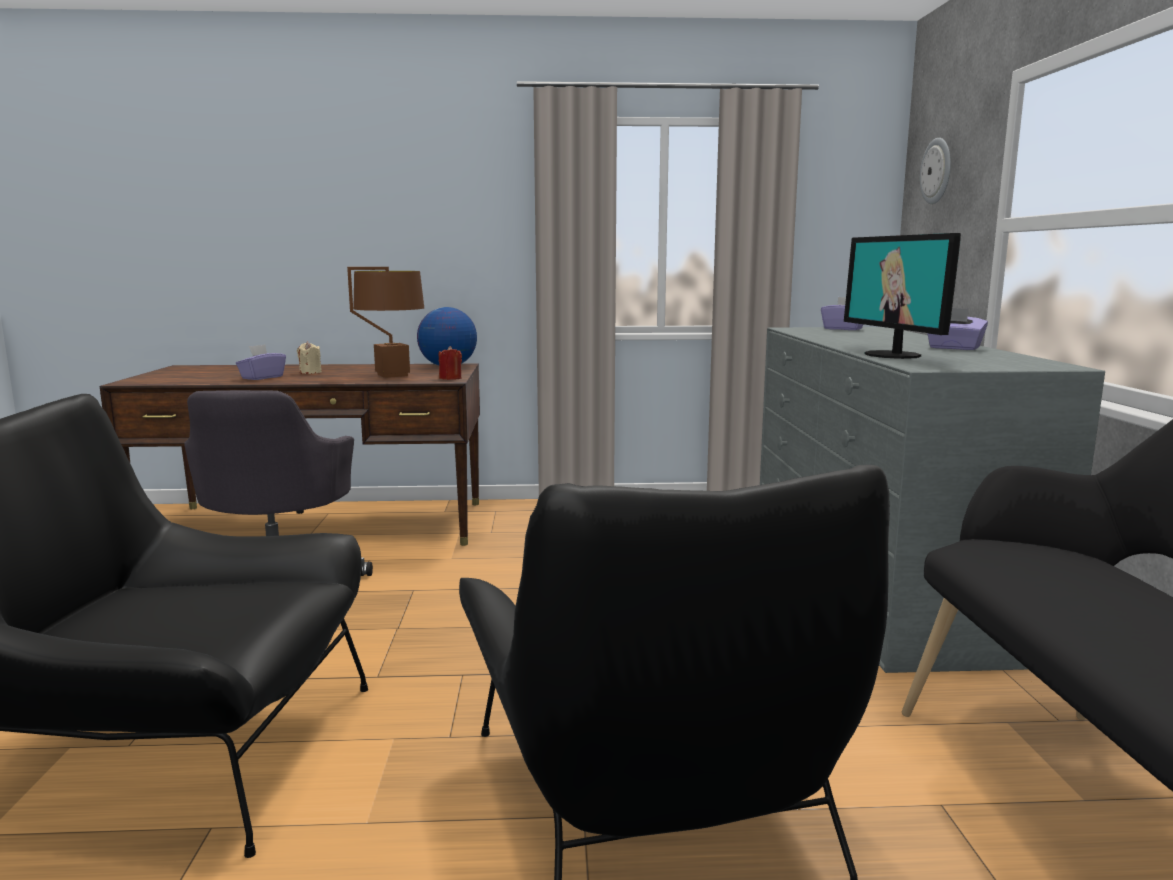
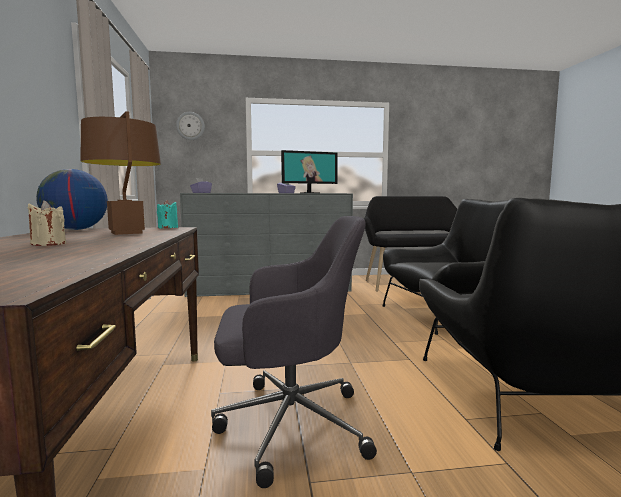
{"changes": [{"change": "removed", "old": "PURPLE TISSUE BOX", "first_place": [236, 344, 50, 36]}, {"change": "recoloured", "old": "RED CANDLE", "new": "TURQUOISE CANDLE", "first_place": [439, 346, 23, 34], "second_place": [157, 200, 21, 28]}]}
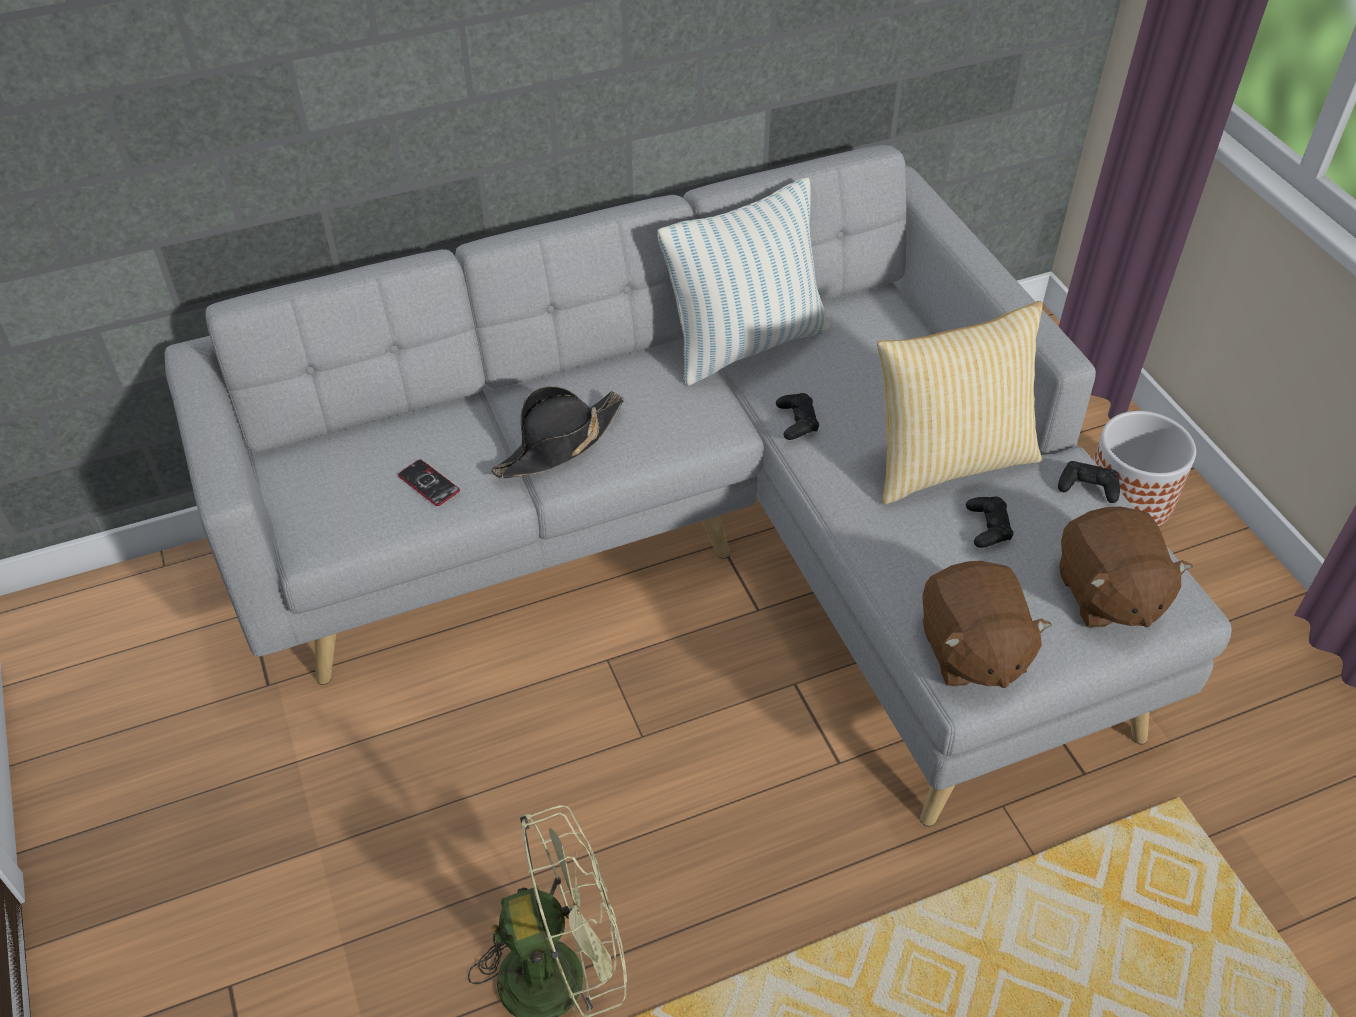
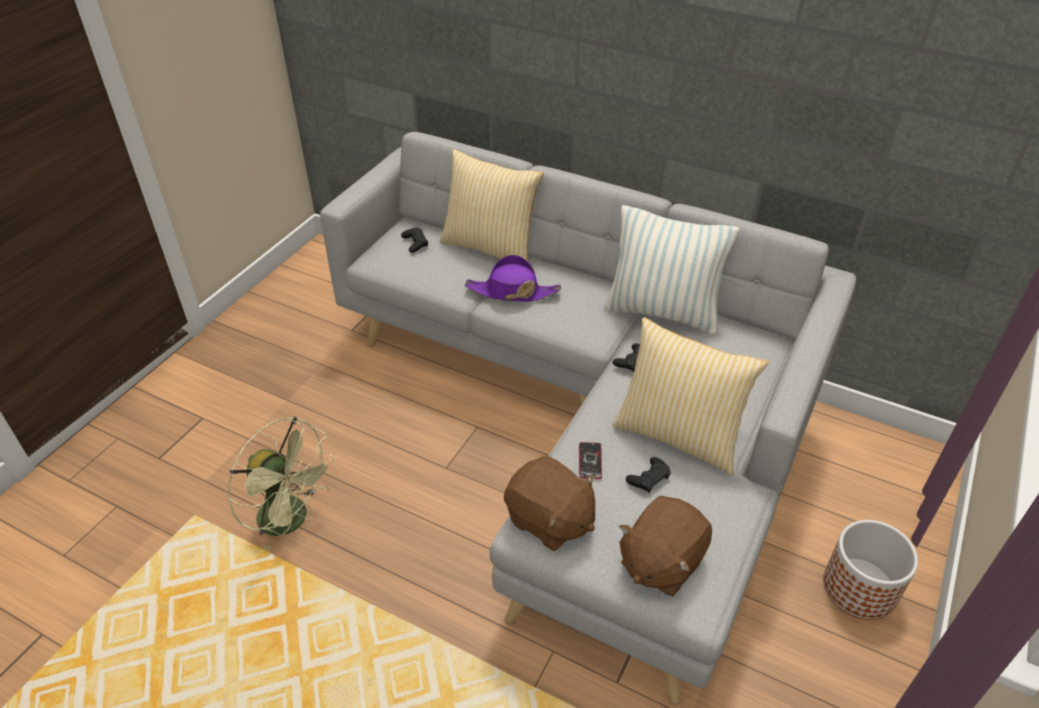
{"changes": [{"change": "recoloured", "old": "BLACK HAT", "new": "PURPLE HAT", "first_place": [491, 386, 133, 92], "second_place": [465, 255, 96, 47]}, {"change": "moved", "old": "PHONE", "first_place": [398, 459, 62, 47], "second_place": [579, 442, 23, 37]}, {"change": "moved", "old": "BLACK GAME CONTROLLER", "first_place": [1058, 461, 62, 42], "second_place": [401, 227, 27, 26]}, {"change": "turned", "old": "BROWN PLUSH TOY", "first_place": [922, 561, 130, 127], "second_place": [504, 456, 92, 95], "degrees": -90}, {"change": "added", "new": "PILLOW", "second_place": [440, 149, 104, 112]}]}
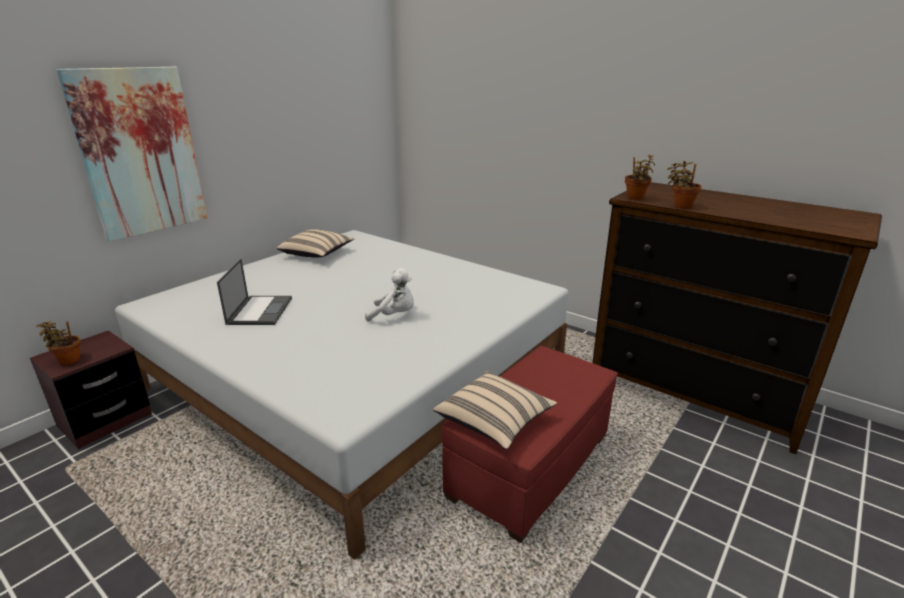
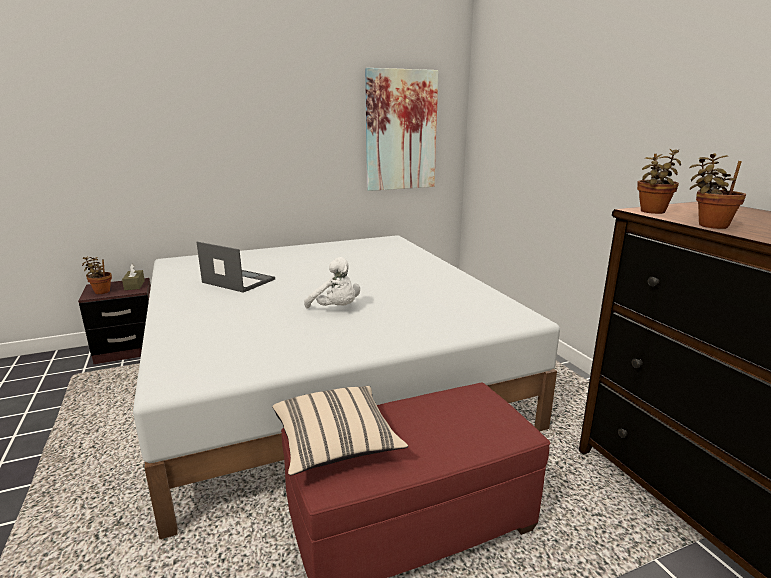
{"changes": [{"change": "moved", "old": "PICTURE", "first_place": [57, 67, 151, 175], "second_place": [365, 68, 74, 123]}, {"change": "removed", "old": "BEIGE PILLOW", "first_place": [277, 229, 77, 29]}, {"change": "turned", "old": "LAPTOP", "first_place": [217, 259, 75, 66], "second_place": [196, 242, 79, 51], "degrees": -90}, {"change": "added", "new": "BROWN TISSUE BOX", "second_place": [122, 264, 23, 26]}]}
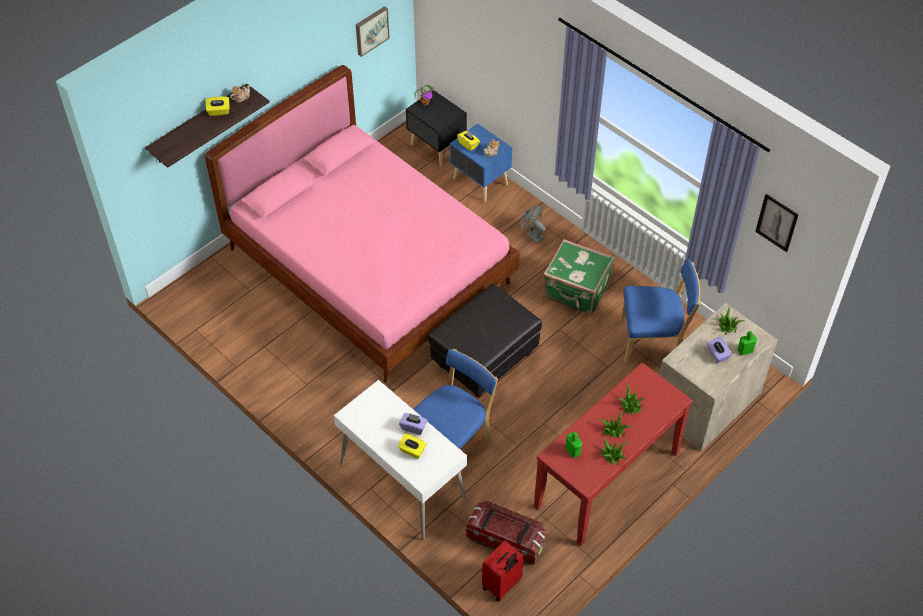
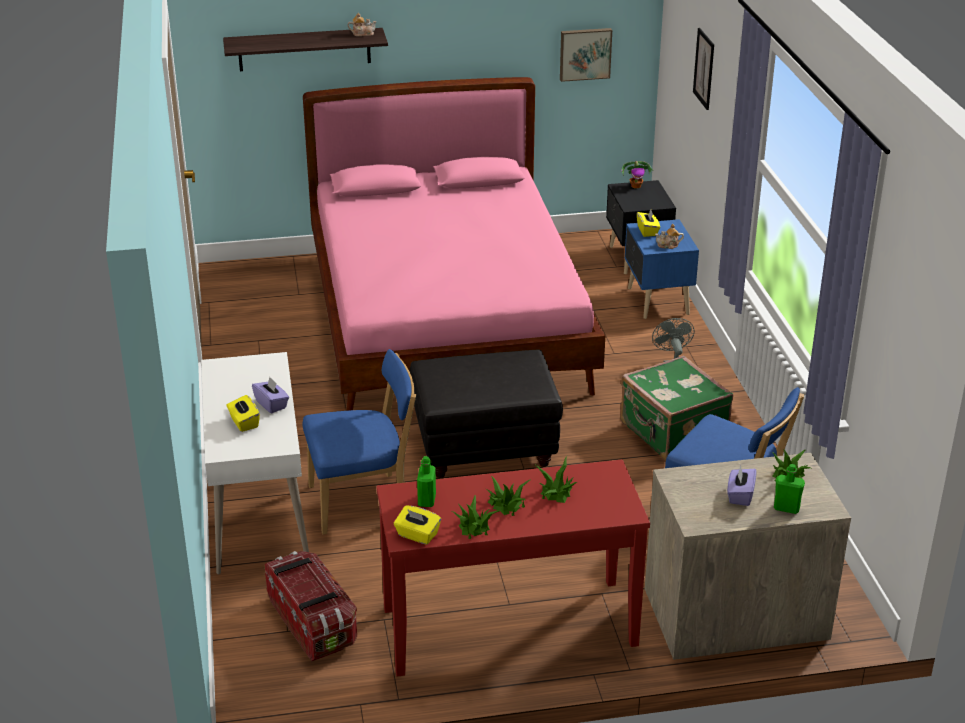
{"changes": [{"change": "moved", "old": "YELLOW TISSUE BOX", "first_place": [205, 96, 25, 20], "second_place": [394, 506, 47, 39]}, {"change": "moved", "old": "PICTURE", "first_place": [755, 194, 44, 58], "second_place": [693, 28, 21, 82]}, {"change": "removed", "old": "RED SUITCASE", "first_place": [482, 540, 42, 62]}]}
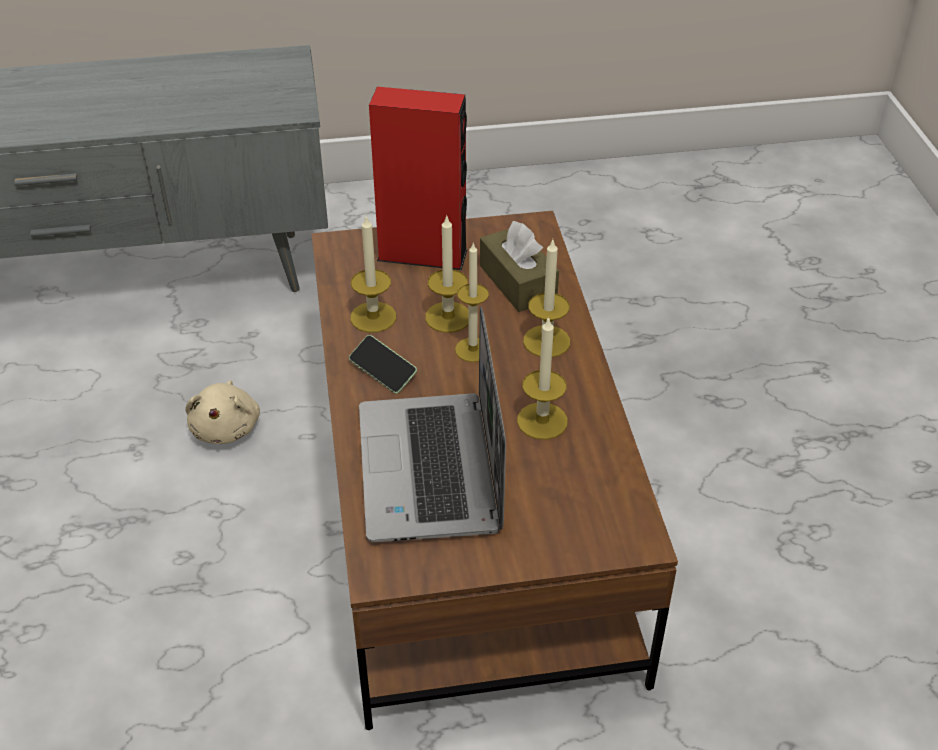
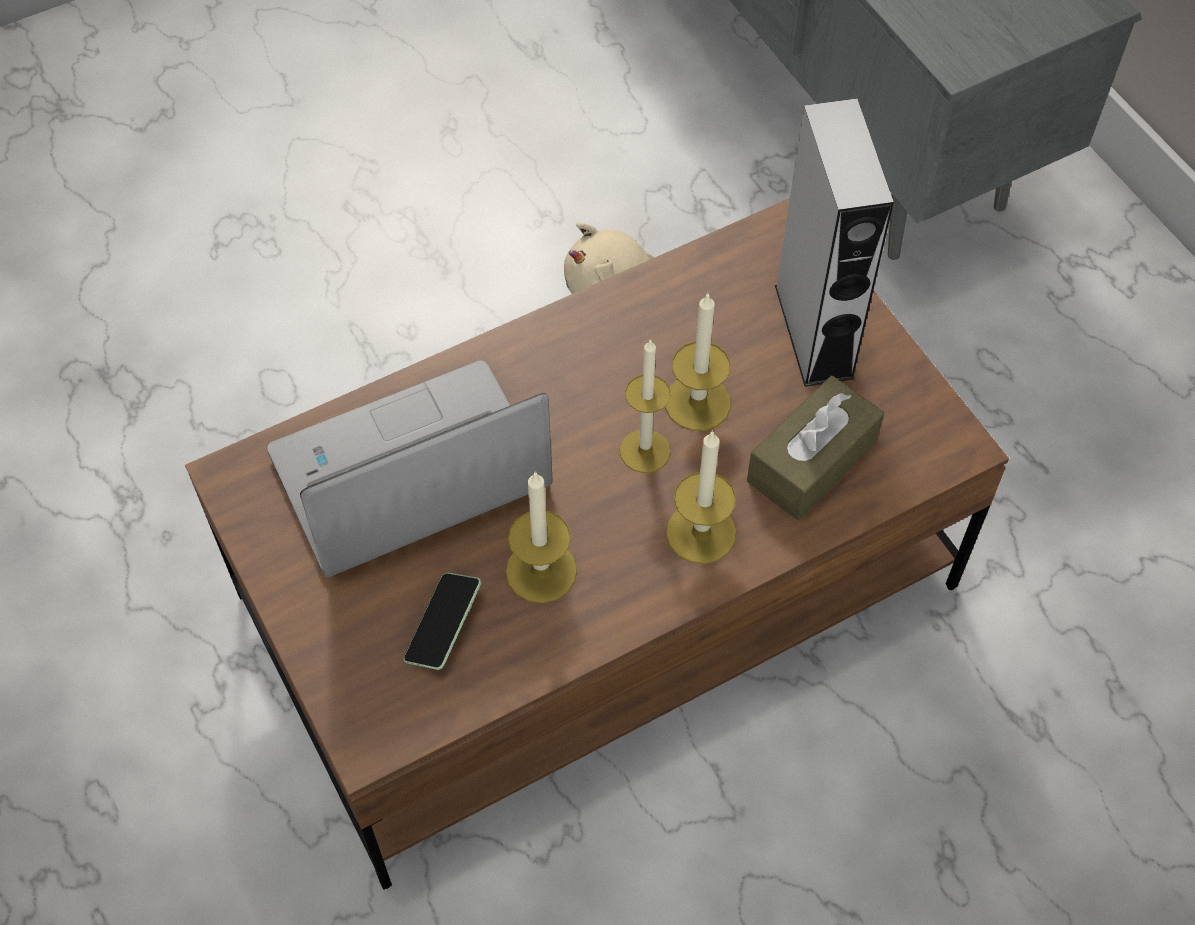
{"changes": [{"change": "recoloured", "old": "RED SPEAKER", "new": "GREY SPEAKER", "first_place": [369, 87, 99, 183], "second_place": [775, 98, 119, 289]}, {"change": "removed", "old": "CANDLE", "first_place": [350, 216, 46, 117]}, {"change": "moved", "old": "PHONE", "first_place": [349, 335, 68, 59], "second_place": [404, 573, 77, 97]}]}
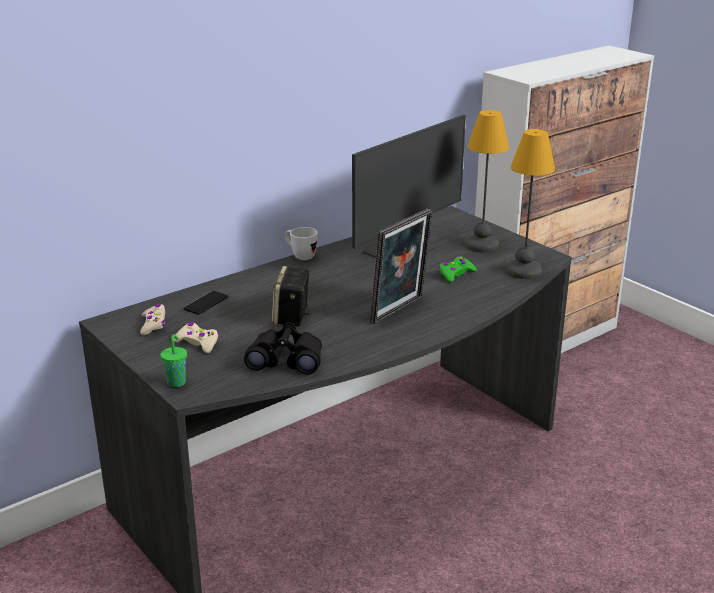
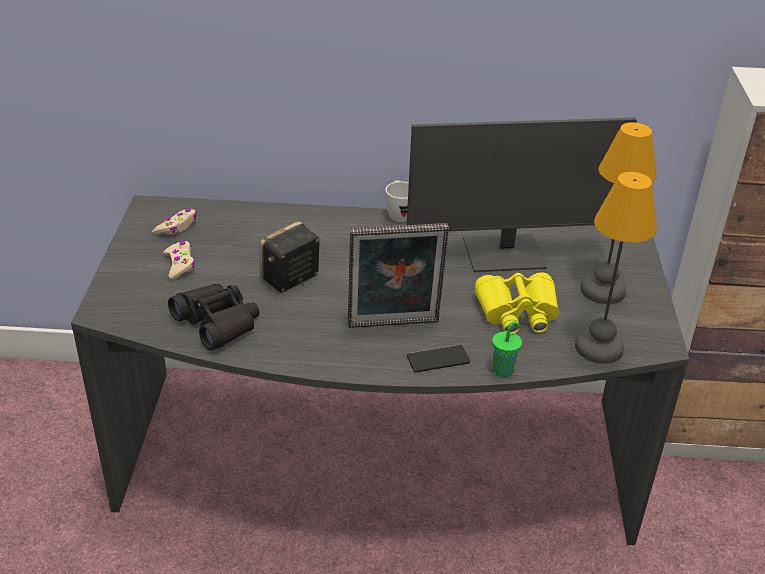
{"changes": [{"change": "replaced", "old": "GREEN GAME CONTROLLER", "new": "YELLOW BINOCULARS", "first_place": [439, 256, 38, 27], "second_place": [475, 272, 84, 61]}, {"change": "moved", "old": "PHONE", "first_place": [184, 291, 44, 23], "second_place": [407, 345, 63, 27]}, {"change": "moved", "old": "GREEN CUP", "first_place": [160, 334, 27, 53], "second_place": [492, 321, 30, 56]}]}
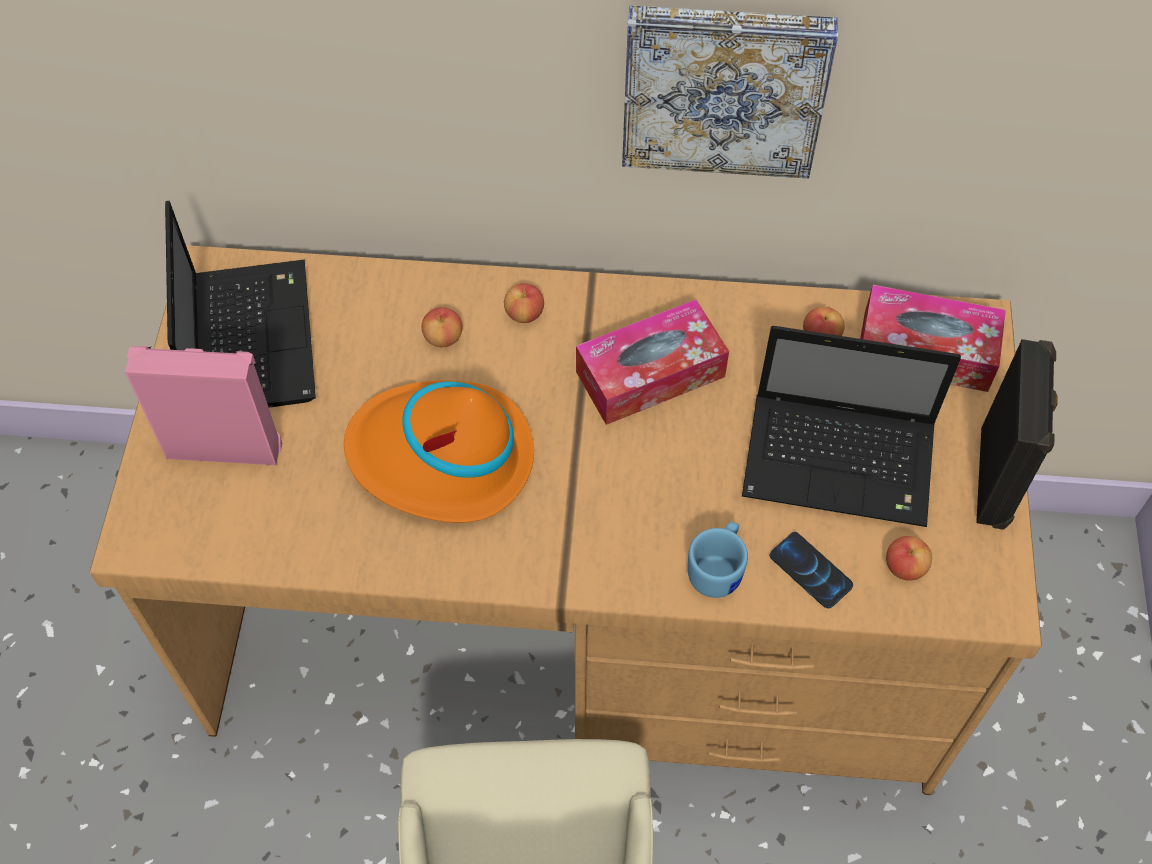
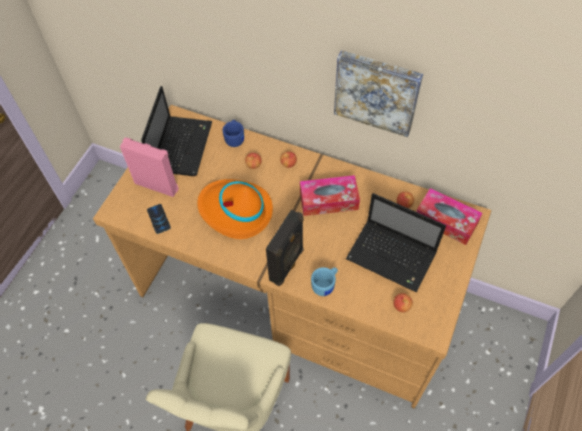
{"changes": [{"change": "moved", "old": "BLACK SPEAKER", "first_place": [976, 339, 82, 191], "second_place": [266, 209, 38, 77]}, {"change": "moved", "old": "PHONE", "first_place": [769, 532, 84, 77], "second_place": [147, 204, 24, 30]}, {"change": "added", "new": "BLUE MUG", "second_place": [223, 120, 21, 27]}]}
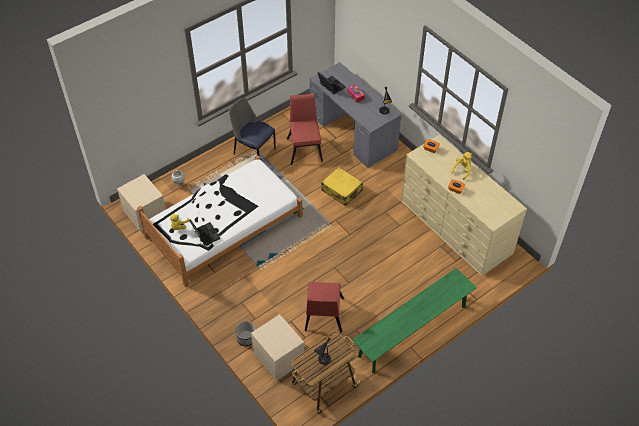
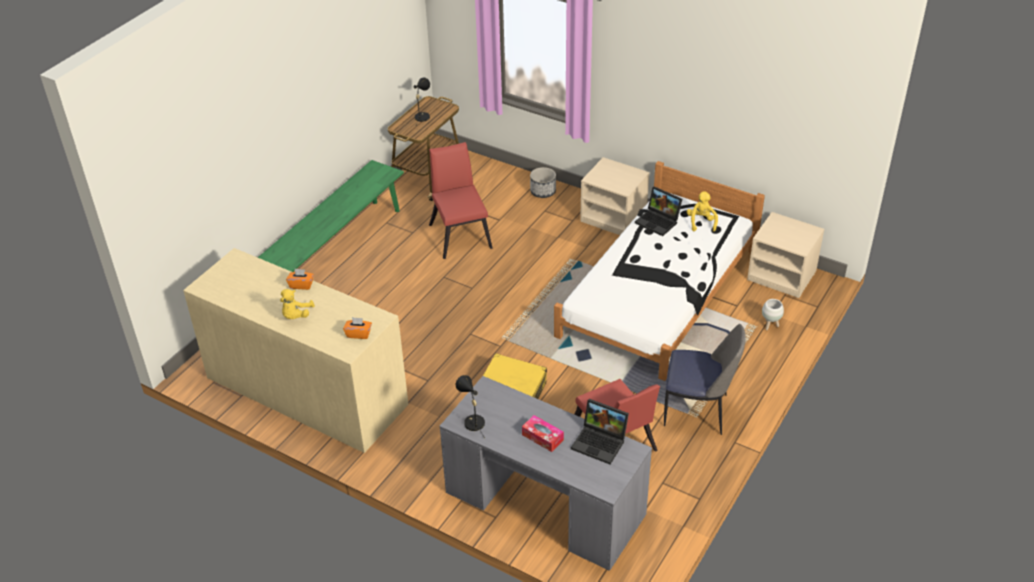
{"changes": [{"change": "moved", "old": "BEIGE NIGHTSTAND", "first_place": [251, 314, 53, 67], "second_place": [580, 157, 69, 78]}]}
